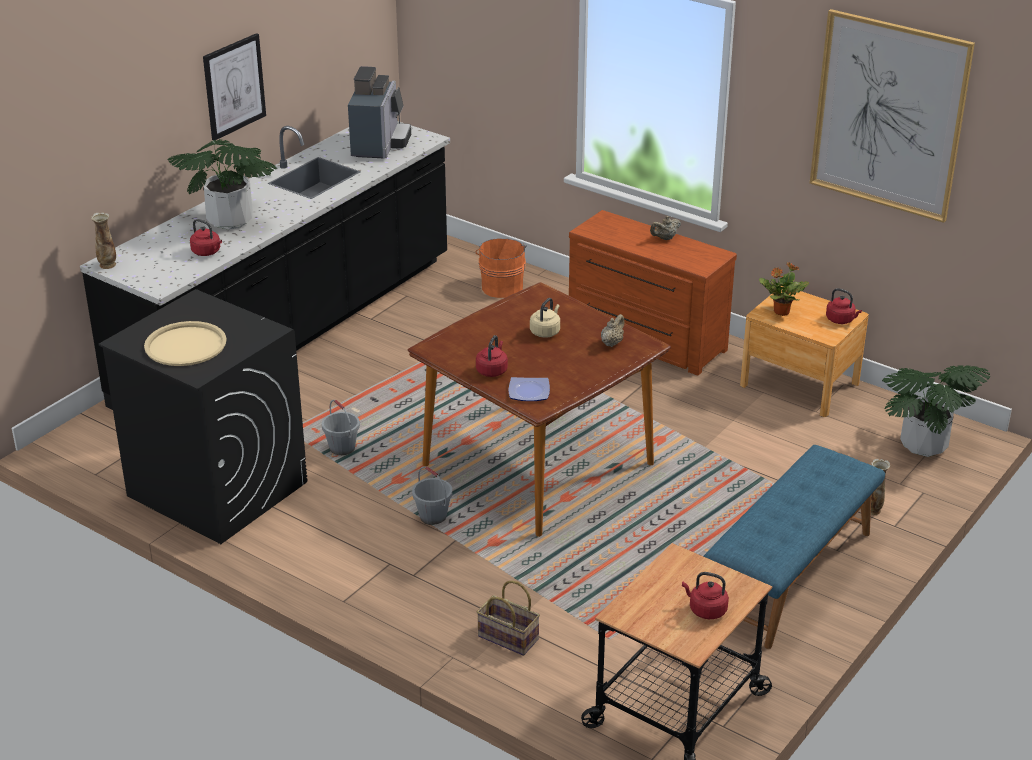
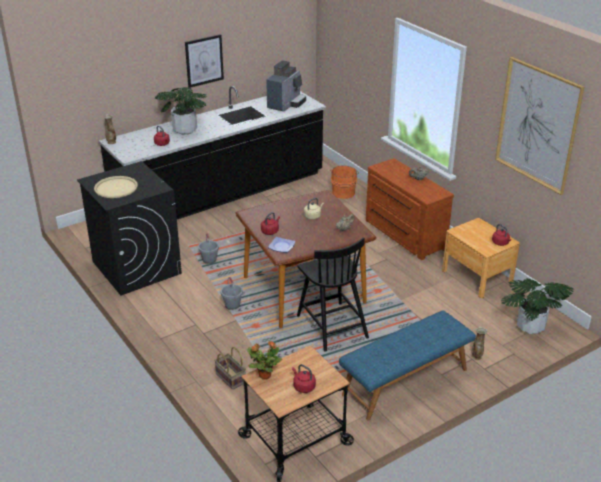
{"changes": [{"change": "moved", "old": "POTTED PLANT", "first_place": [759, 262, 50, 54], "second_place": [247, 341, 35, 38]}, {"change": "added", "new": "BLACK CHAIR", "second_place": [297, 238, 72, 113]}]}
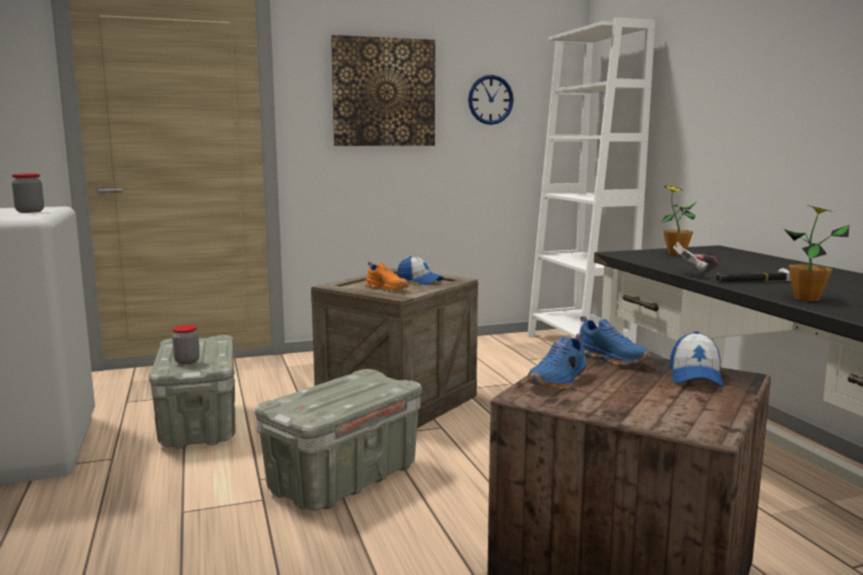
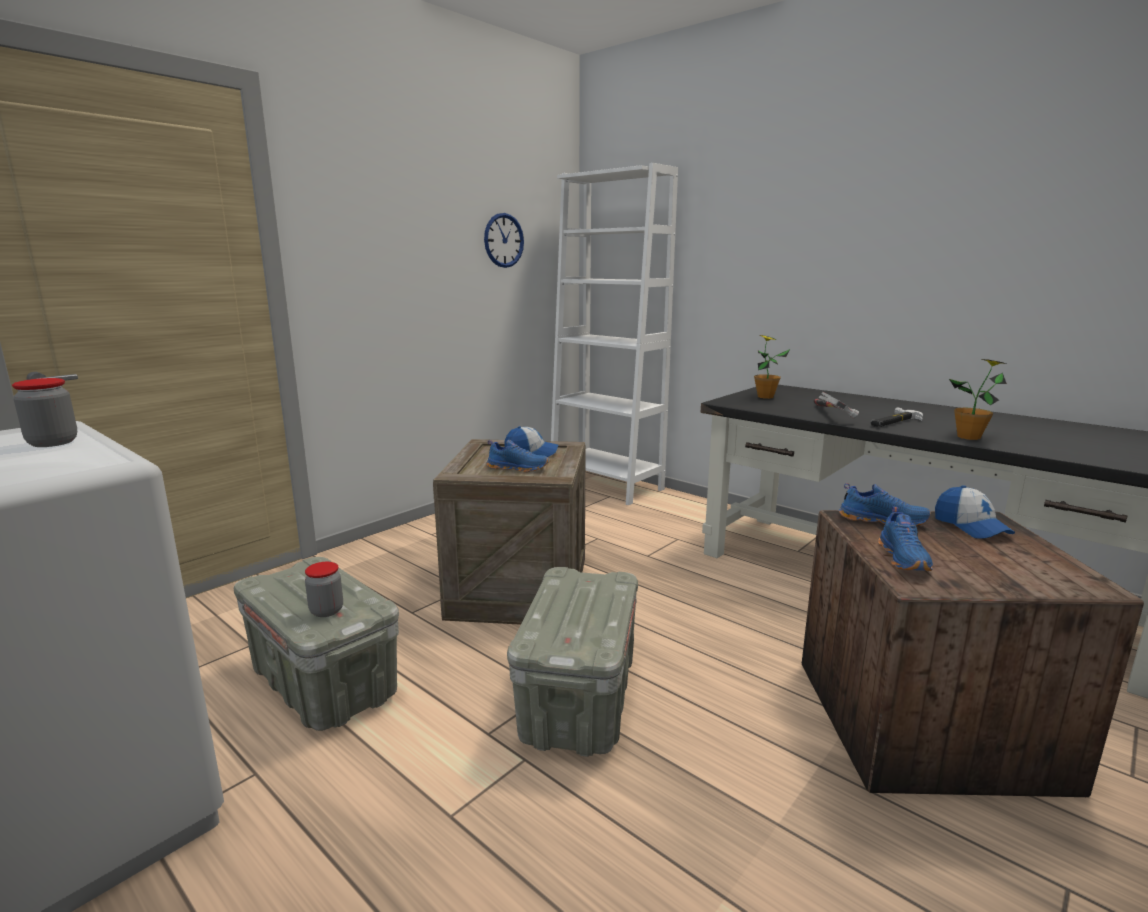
{"changes": [{"change": "removed", "old": "PICTURE", "first_place": [331, 35, 104, 111]}, {"change": "recoloured", "old": "ORANGE SHOE", "new": "BLUE SHOE", "first_place": [365, 262, 43, 29], "second_place": [486, 440, 63, 32]}]}
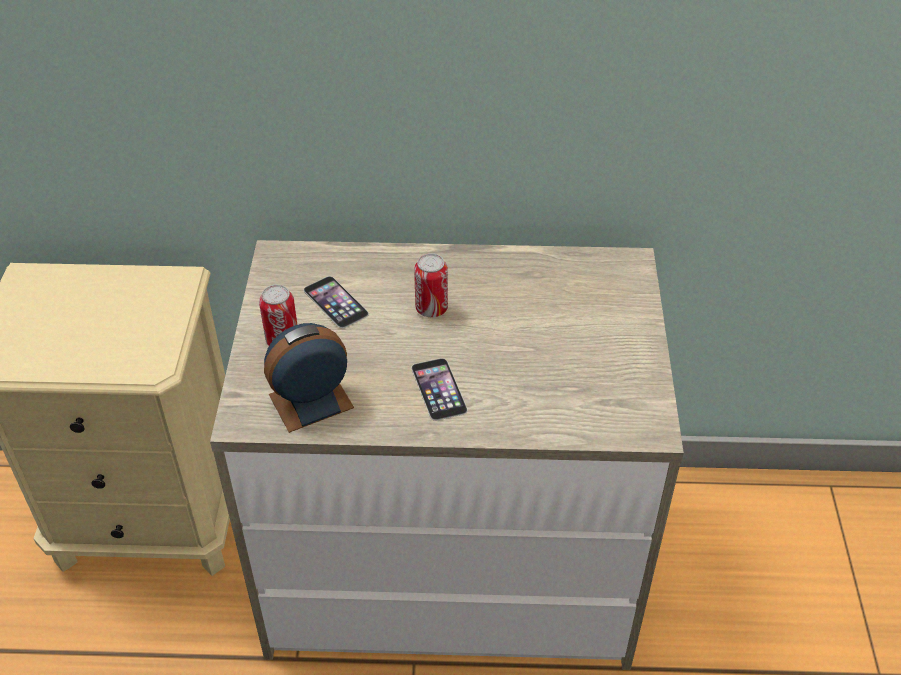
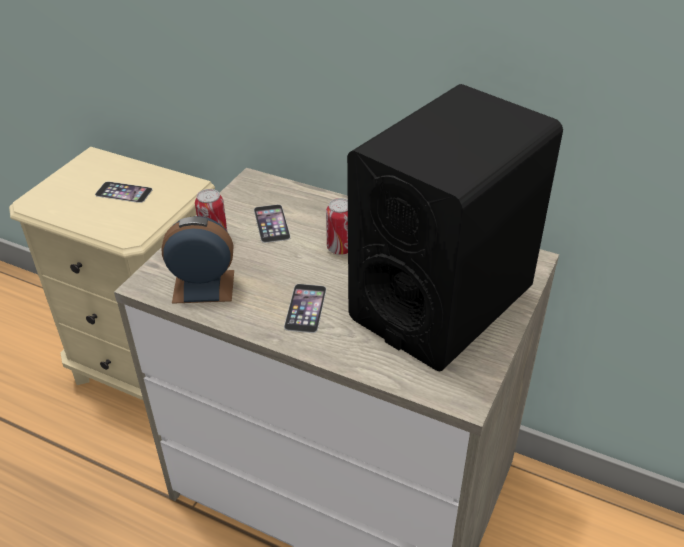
{"changes": [{"change": "added", "new": "BLACK SPEAKER", "second_place": [347, 84, 216, 287]}, {"change": "added", "new": "PHONE", "second_place": [95, 182, 57, 21]}]}
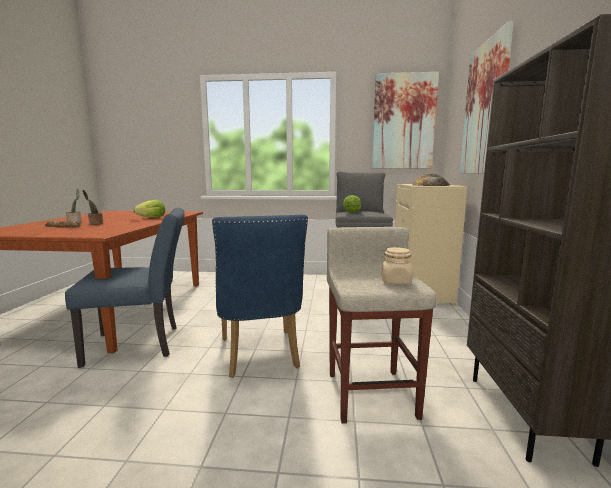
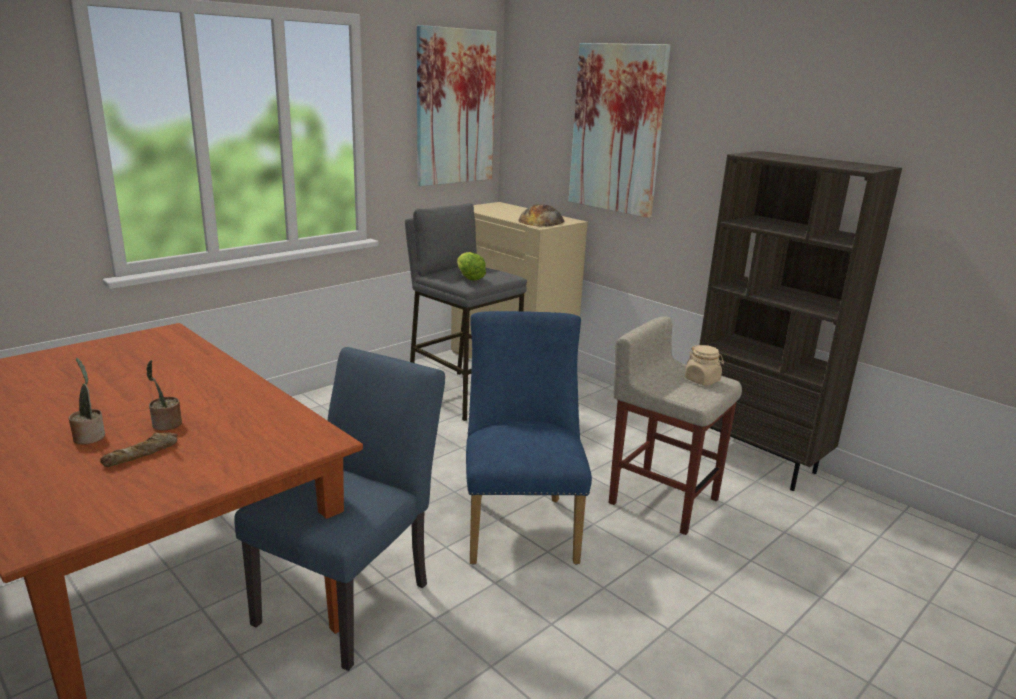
{"changes": [{"change": "removed", "old": "LETTUCE", "first_place": [133, 200, 32, 18]}, {"change": "turned", "old": "BLUE CHAIR", "first_place": [212, 215, 96, 163], "second_place": [466, 311, 126, 254], "degrees": -120}]}
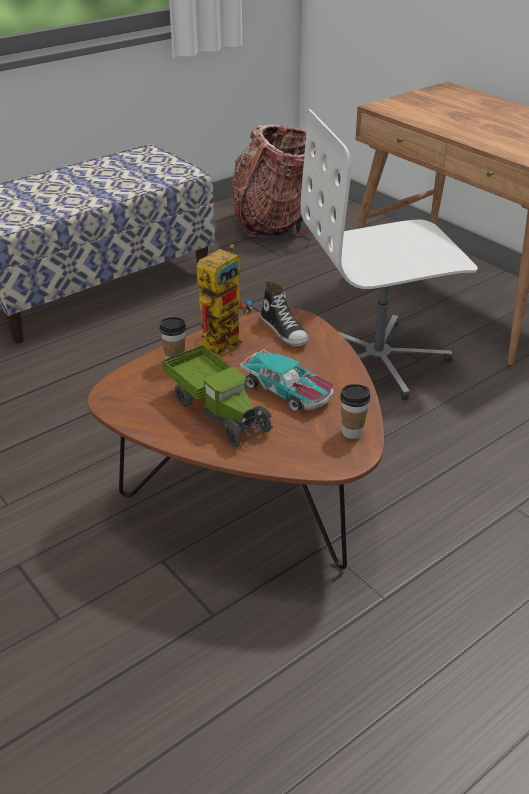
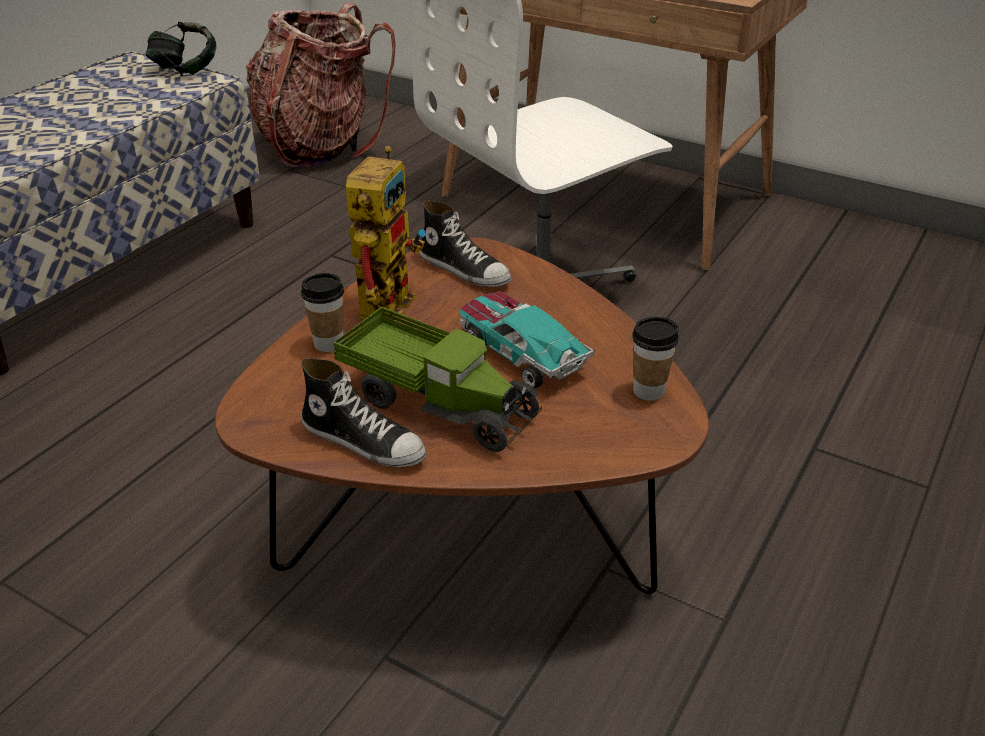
{"changes": [{"change": "turned", "old": "TOY CAR", "first_place": [240, 349, 94, 63], "second_place": [459, 291, 136, 98], "degrees": -150}, {"change": "added", "new": "HEADPHONES", "second_place": [145, 22, 71, 54]}, {"change": "added", "new": "SHOE", "second_place": [301, 358, 126, 109]}]}
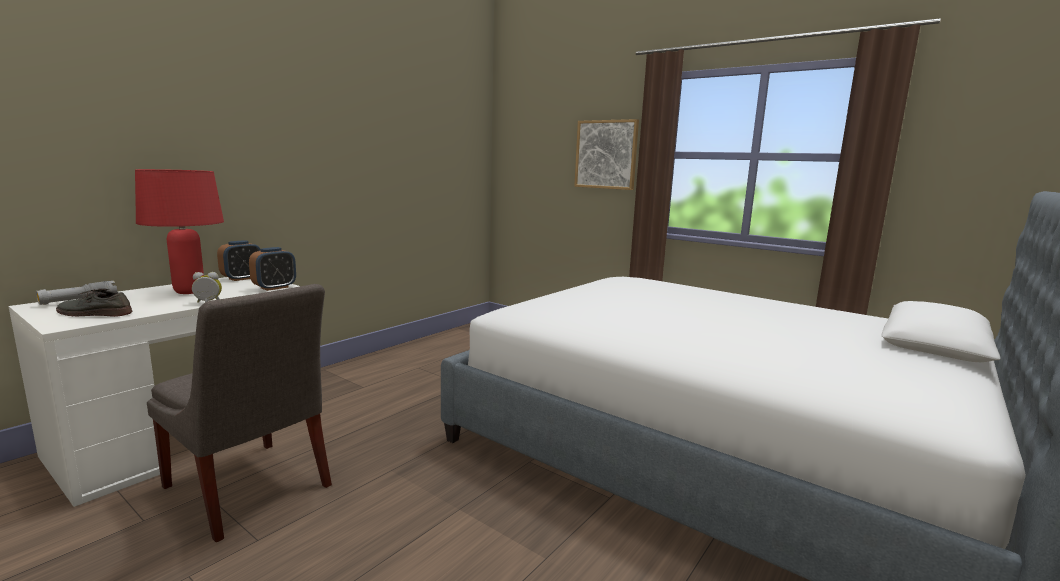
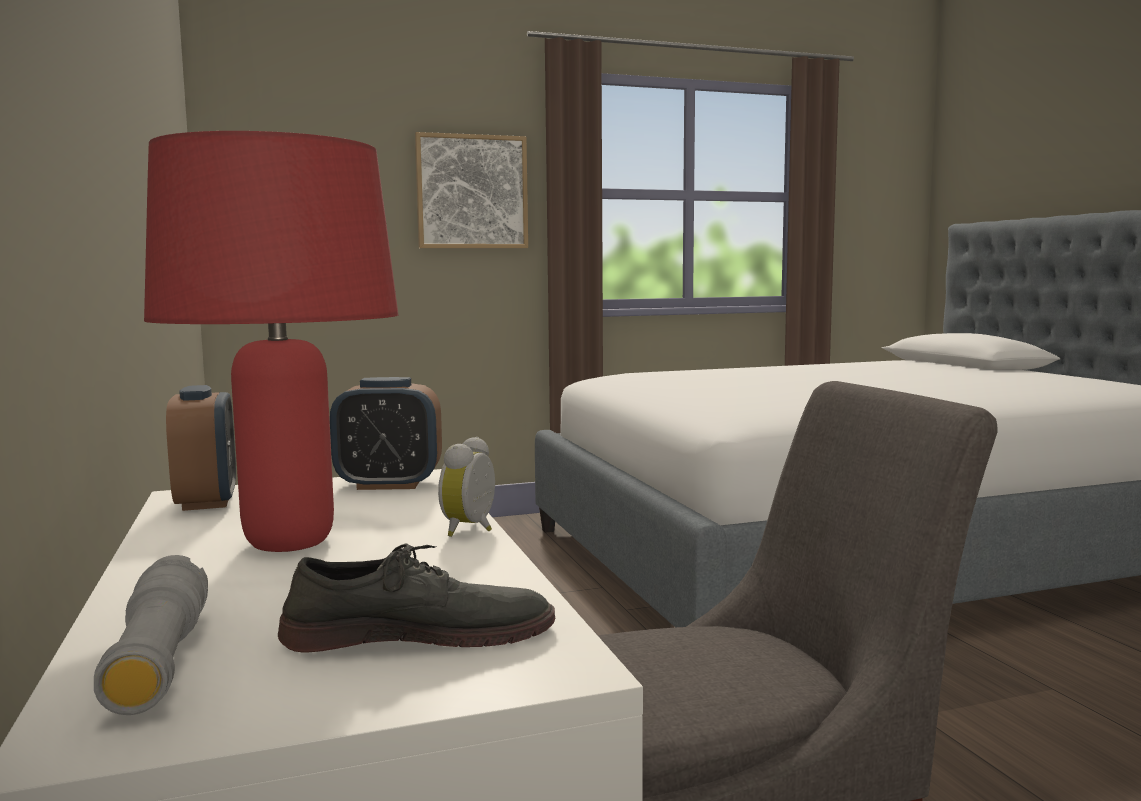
{"changes": [{"change": "turned", "old": "ALARM CLOCK", "first_place": [249, 247, 47, 44], "second_place": [330, 377, 112, 113], "degrees": 105}, {"change": "turned", "old": "GREY SHOE", "first_place": [56, 288, 76, 29], "second_place": [278, 543, 277, 110], "degrees": -135}]}
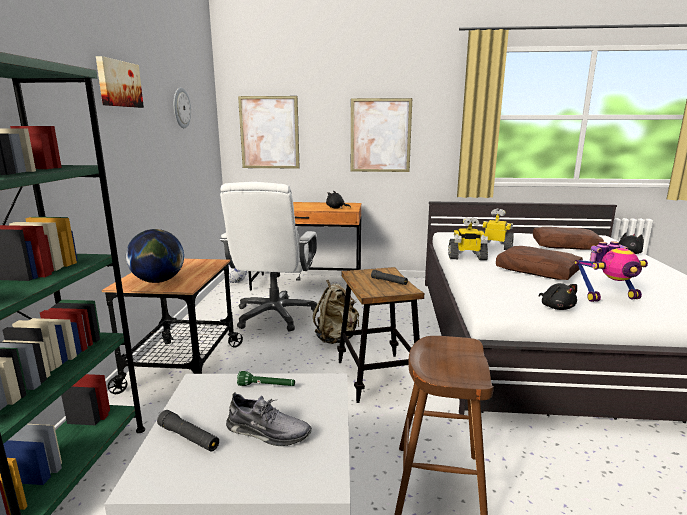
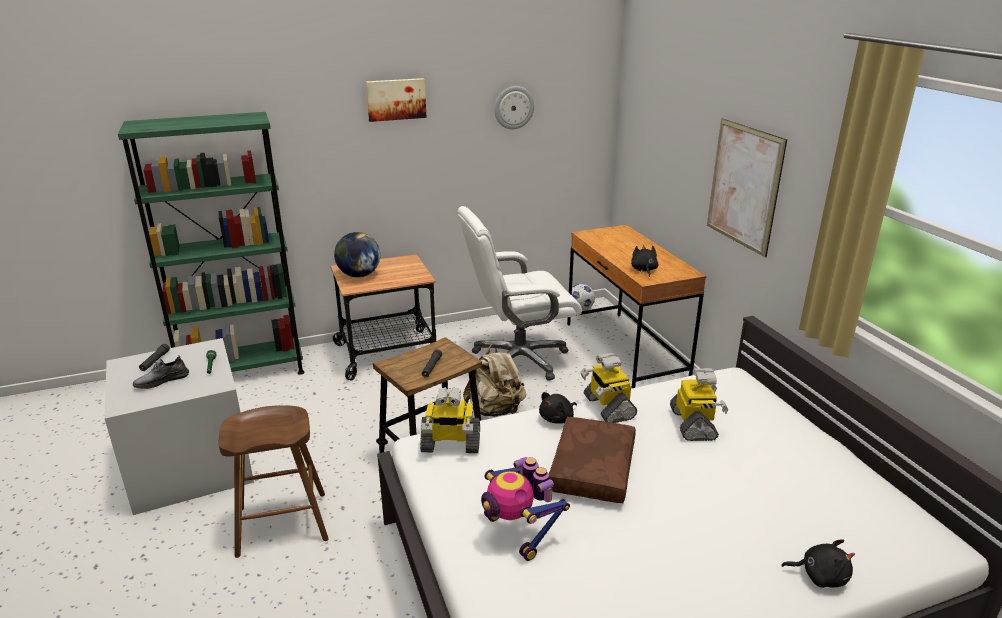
{"changes": [{"change": "removed", "old": "PICTURE", "first_place": [238, 96, 62, 73]}, {"change": "removed", "old": "BROWN PILLOW", "first_place": [533, 227, 71, 23]}, {"change": "moved", "old": "BLACK PLUSH TOY", "first_place": [539, 283, 38, 27], "second_place": [539, 392, 38, 32]}, {"change": "turned", "old": "GREY SHOE", "first_place": [226, 392, 86, 54], "second_place": [133, 356, 56, 33], "degrees": 60}, {"change": "added", "new": "TOY ROBOT", "second_place": [420, 387, 60, 66]}]}
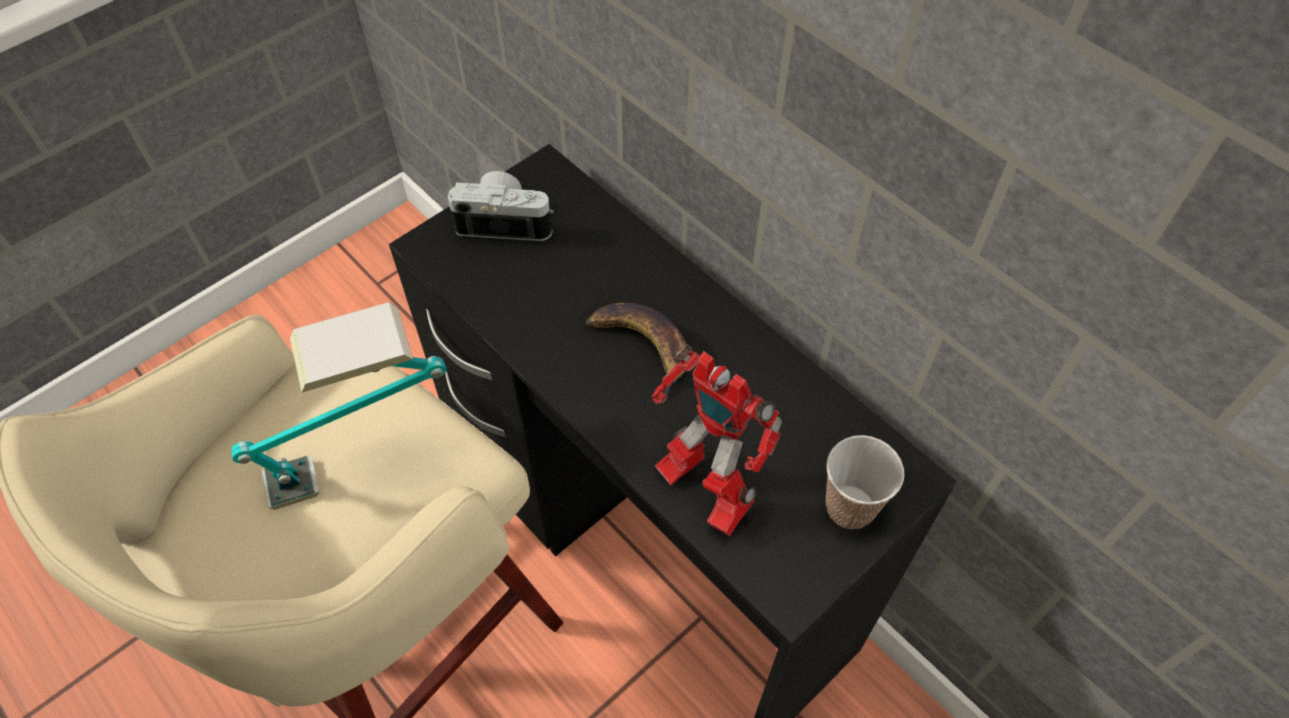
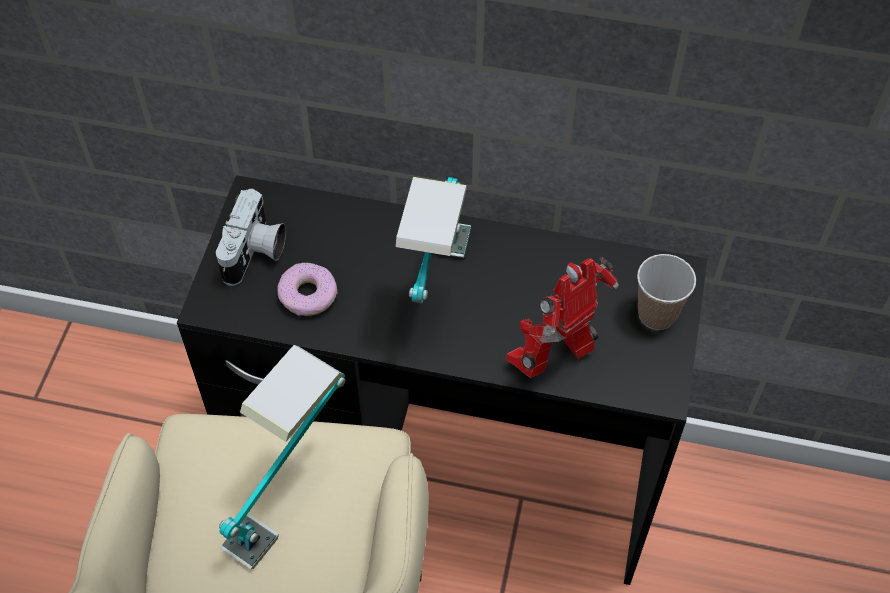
{"changes": [{"change": "turned", "old": "PHOTO CAMERA", "first_place": [447, 171, 107, 70], "second_place": [216, 189, 70, 97], "degrees": 135}, {"change": "replaced", "old": "BANANA", "new": "TABLE LAMP", "first_place": [586, 303, 100, 100], "second_place": [395, 177, 76, 127]}, {"change": "turned", "old": "TOY ROBOT", "first_place": [652, 344, 130, 192], "second_place": [506, 257, 113, 121], "degrees": 135}, {"change": "added", "new": "DONUT", "second_place": [277, 263, 60, 53]}]}
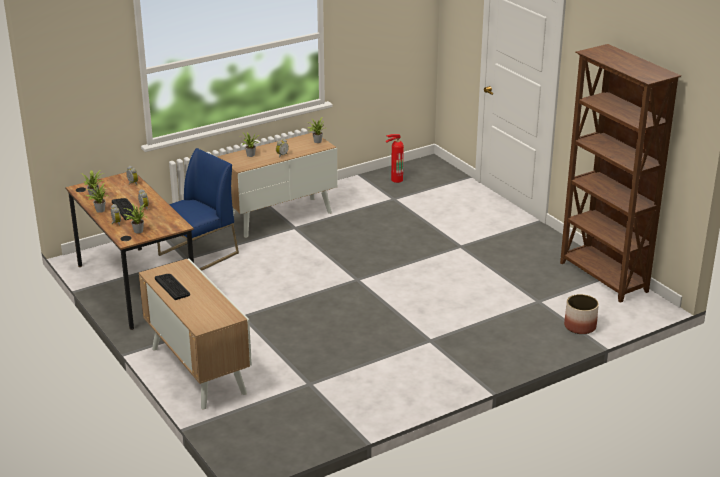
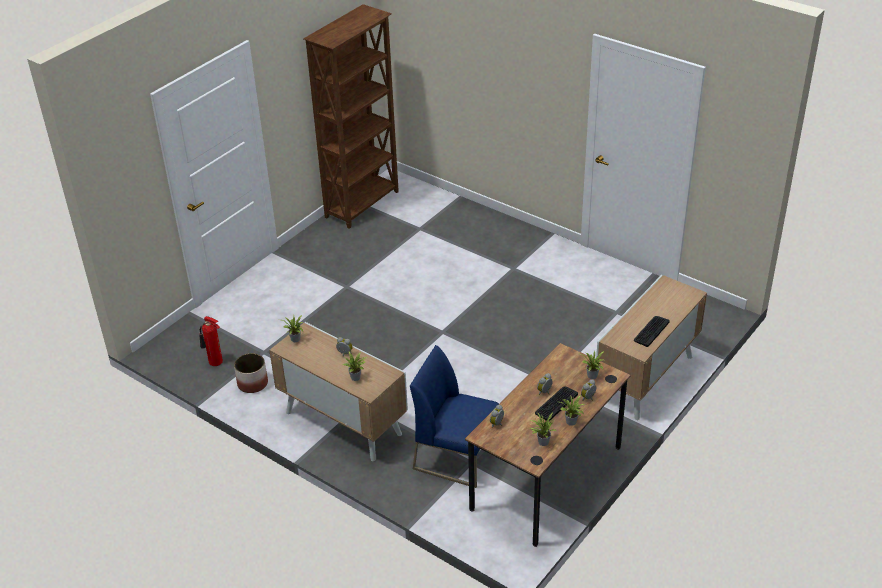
{"changes": [{"change": "moved", "old": "PLANTER", "first_place": [564, 294, 35, 40], "second_place": [234, 353, 34, 40]}]}
